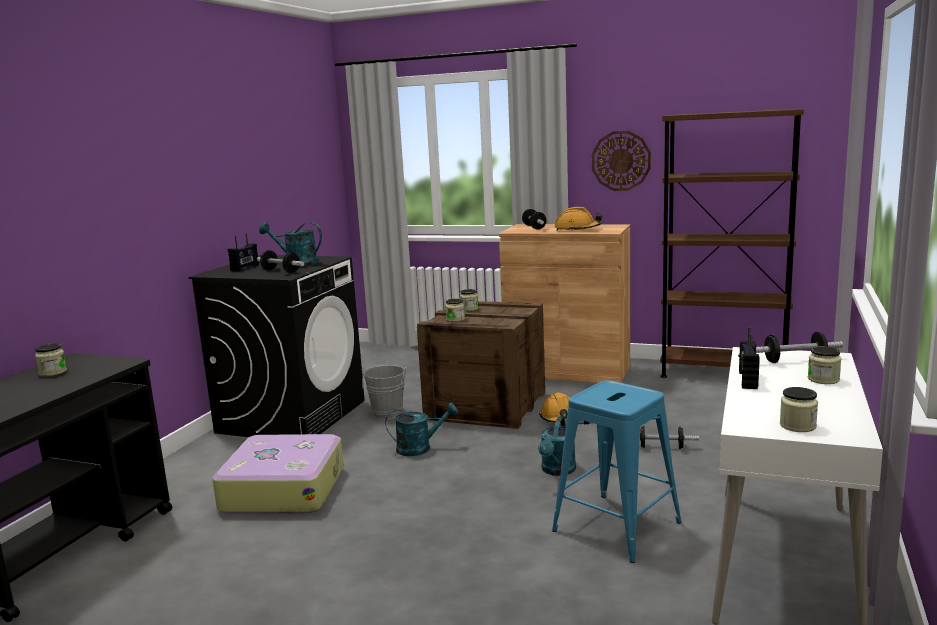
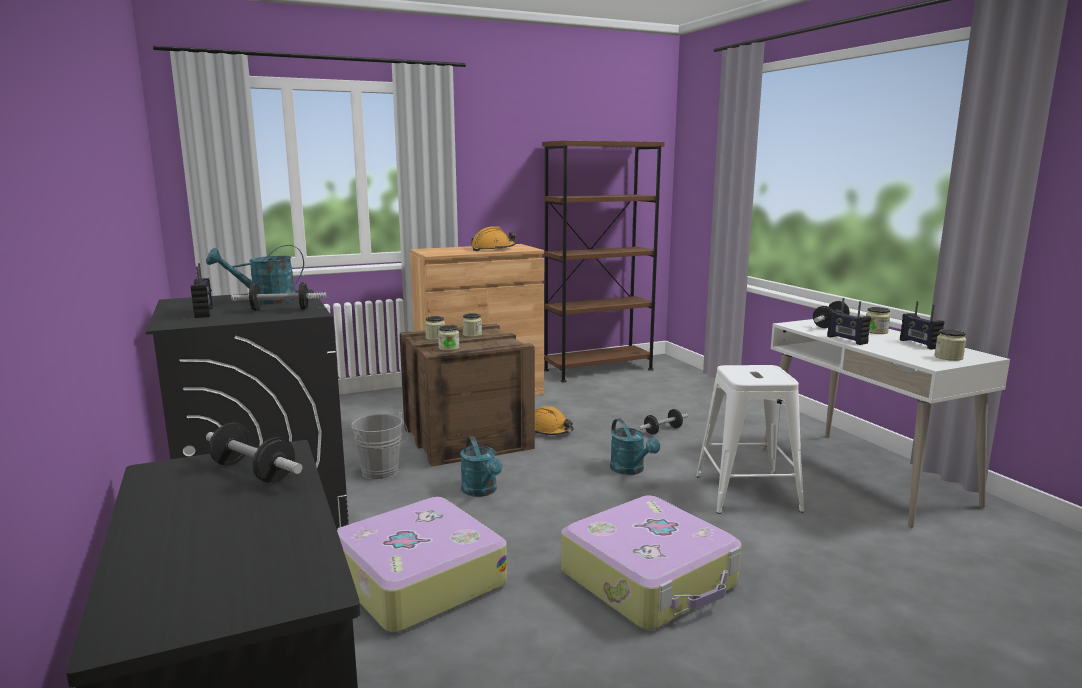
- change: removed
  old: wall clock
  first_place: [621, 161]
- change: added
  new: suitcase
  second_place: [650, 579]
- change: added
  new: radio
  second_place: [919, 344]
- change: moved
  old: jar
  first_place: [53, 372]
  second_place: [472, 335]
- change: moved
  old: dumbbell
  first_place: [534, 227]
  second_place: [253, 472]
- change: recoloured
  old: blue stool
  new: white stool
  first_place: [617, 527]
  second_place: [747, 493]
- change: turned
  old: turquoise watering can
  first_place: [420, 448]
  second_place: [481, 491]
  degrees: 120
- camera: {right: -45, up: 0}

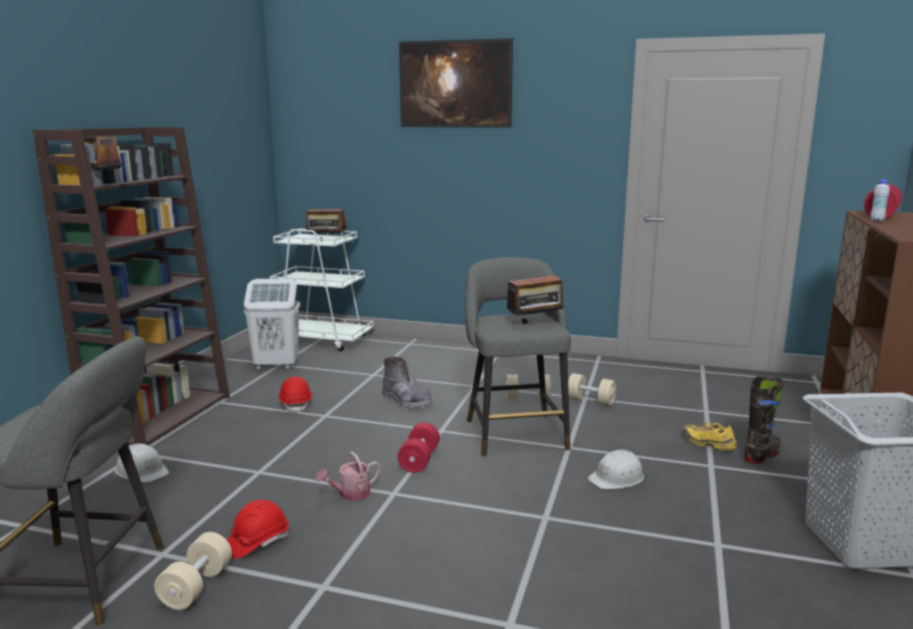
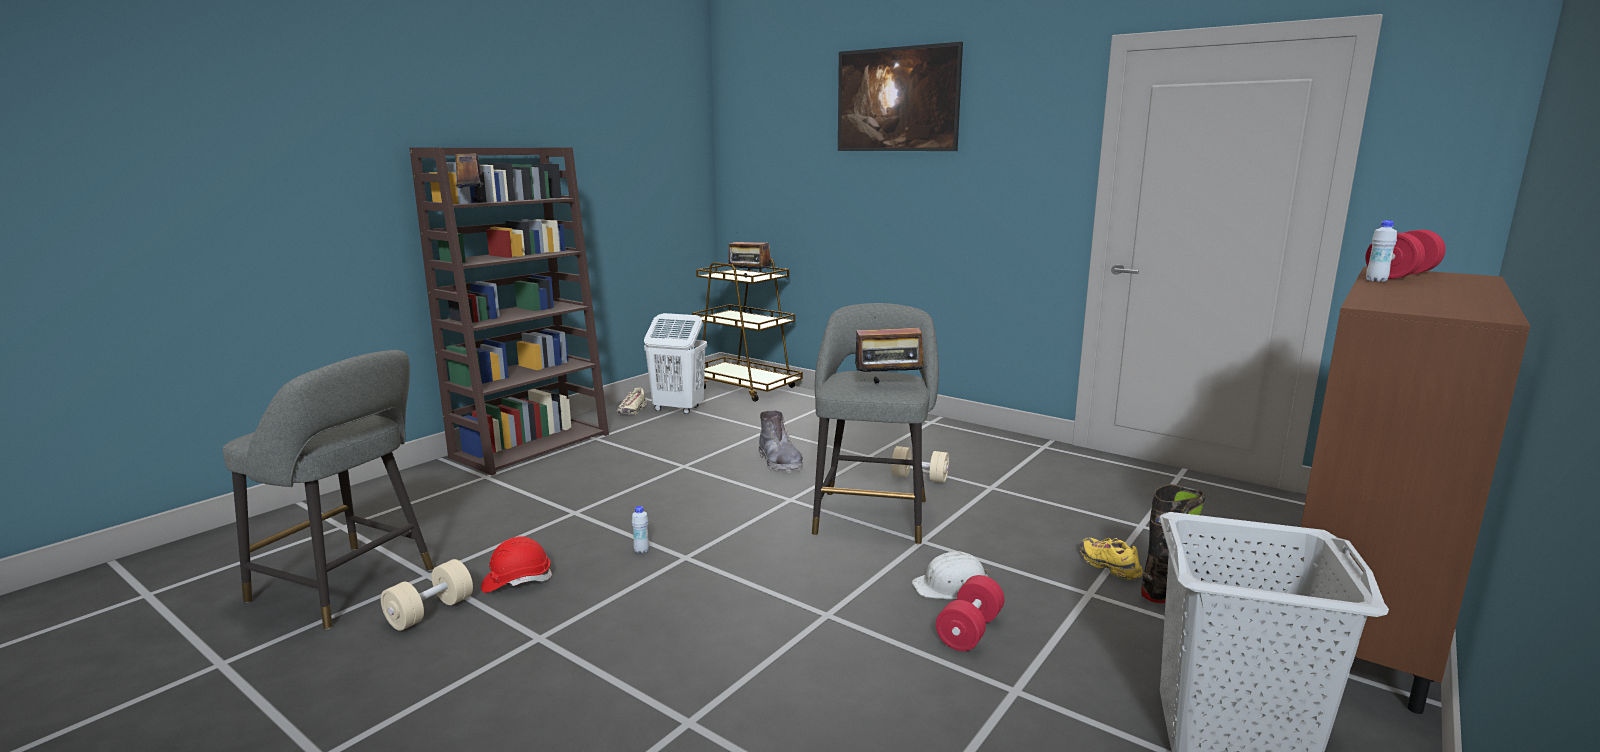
- change: removed
  old: white hard hat
  first_place: [142, 471]
- change: removed
  old: red hard hat
  first_place: [296, 404]
- change: removed
  old: beige dumbbell
  first_place: [591, 400]
- change: added
  new: beige shoe
  second_place: [632, 411]
- change: moved
  old: red dumbbell
  first_place: [419, 460]
  second_place: [969, 631]
- change: replaced
  old: watering can
  new: white bottle
  first_place: [350, 494]
  second_place: [641, 551]
- change: recoloured
  old: white cart
  new: brown cart
  first_place: [322, 340]
  second_place: [745, 387]
- camera: {right: 20, up: 0}

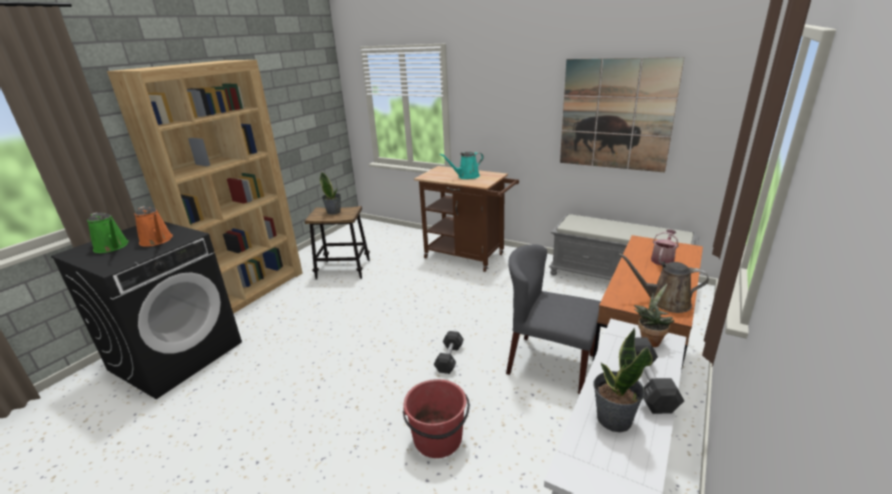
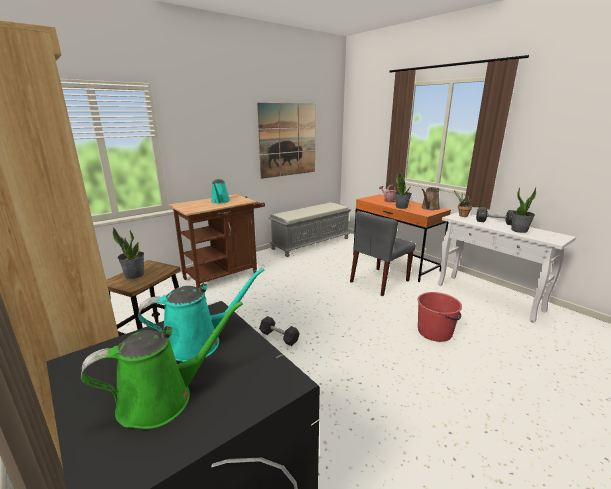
- change: added
  new: potted plant
  second_place: [401, 207]
- change: moved
  old: black dumbbell
  first_place: [449, 358]
  second_place: [279, 337]
- change: recoloured
  old: orange watering can
  new: turquoise watering can
  first_place: [157, 241]
  second_place: [198, 343]
- camera: {right: -70, up: -5}

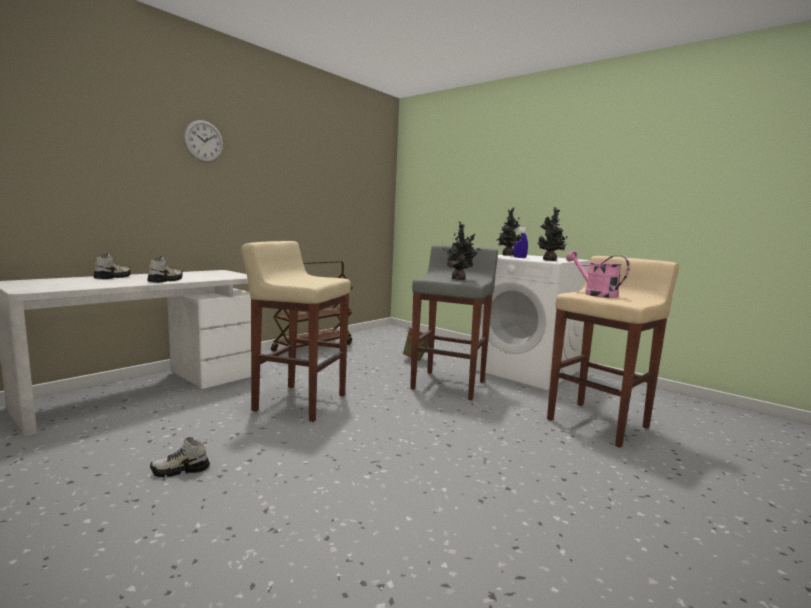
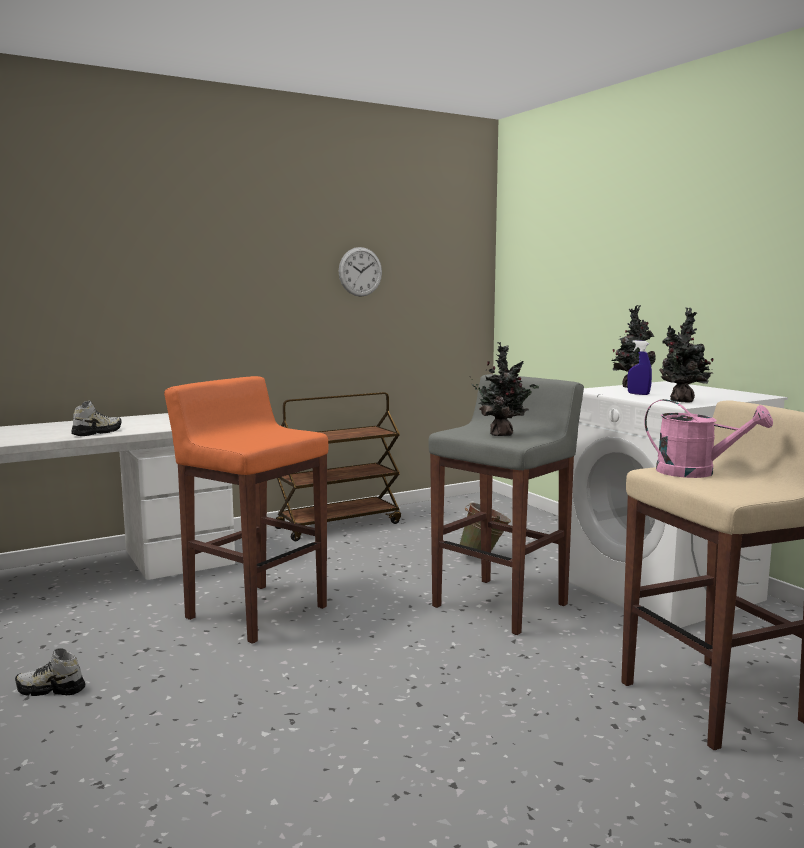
- change: removed
  old: shoe
  first_place: [113, 277]
- change: moved
  old: wall clock
  first_place: [204, 141]
  second_place: [360, 271]
- change: recoloured
  old: beige stool
  new: orange stool
  first_place: [299, 402]
  second_place: [255, 612]
- change: turned
  old: pink watering can
  first_place: [595, 294]
  second_place: [696, 473]
  degrees: 135
- camera: {right: 20, up: 0}

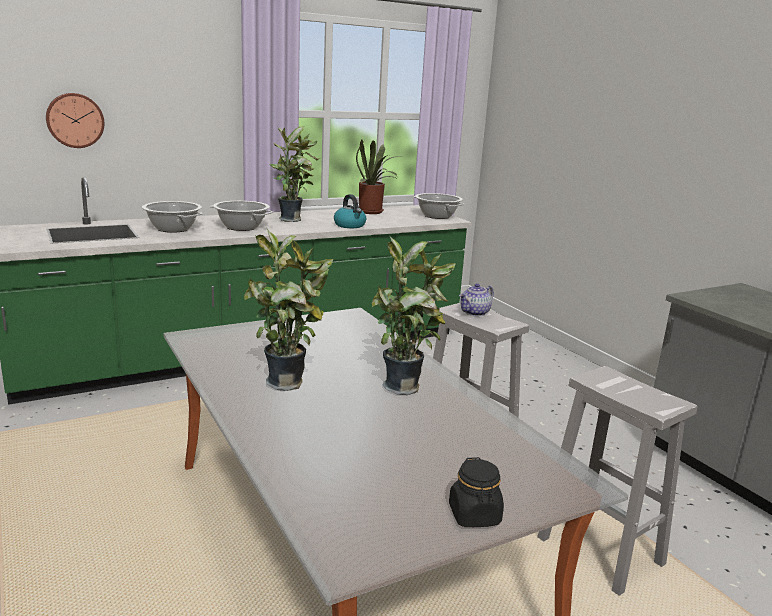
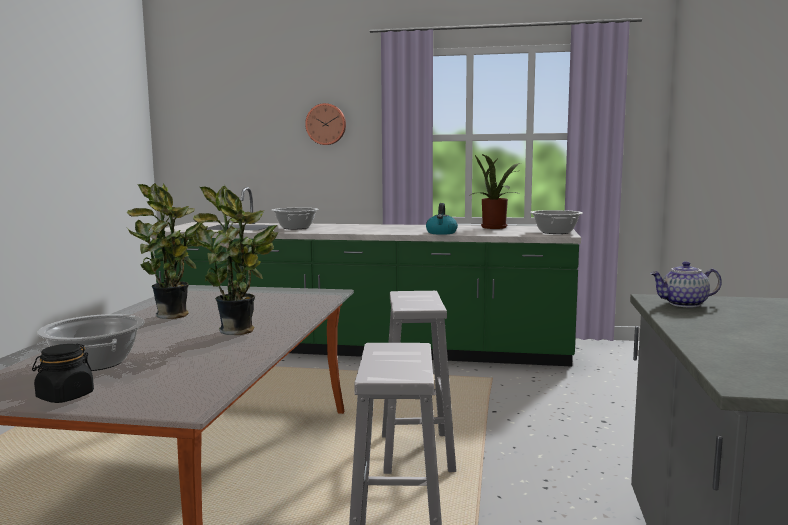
- change: removed
  old: potted plant
  first_place: [292, 219]
- change: moved
  old: wall clock
  first_place: [75, 120]
  second_place: [326, 124]
- change: moved
  old: cooking pot
  first_place: [241, 227]
  second_place: [95, 363]
- change: moved
  old: teapot
  first_place: [475, 313]
  second_place: [684, 304]
- camera: {right: 40, up: -10}

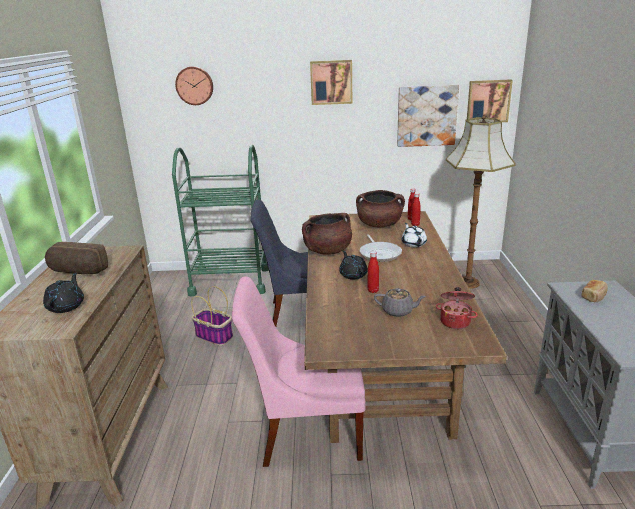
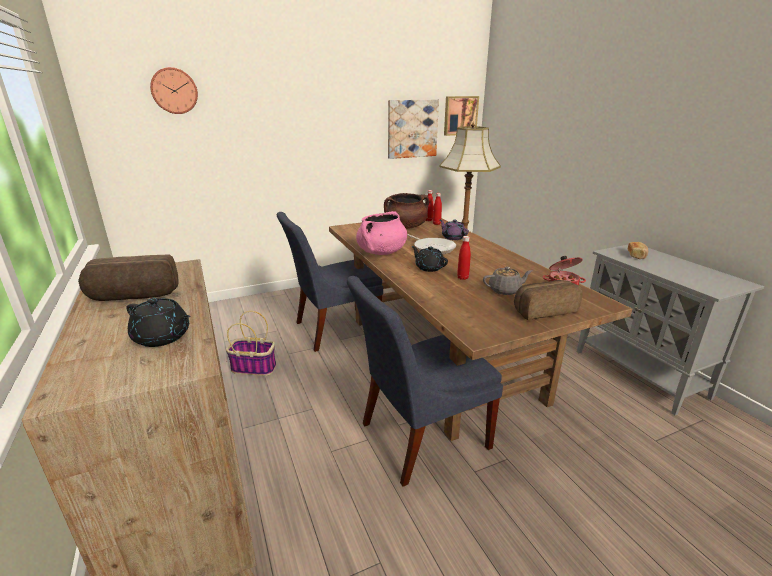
- change: removed
  old: green cart
  first_place: [230, 281]
- change: removed
  old: picture
  first_place: [331, 82]
- change: added
  new: bread
  second_place: [543, 310]
- change: recoloured
  old: pink chair
  new: blue chair
  first_place: [305, 431]
  second_place: [419, 437]
- change: recoloured
  old: brown cooking pot
  new: pink cooking pot
  first_place: [327, 251]
  second_place: [381, 252]
- change: recoloured
  old: white teapot
  new: purple teapot
  first_place: [413, 244]
  second_place: [453, 237]
- change: turned
  old: black teapot
  first_place: [66, 306]
  second_place: [162, 337]
  degrees: 135
- camera: {right: -25, up: 0}

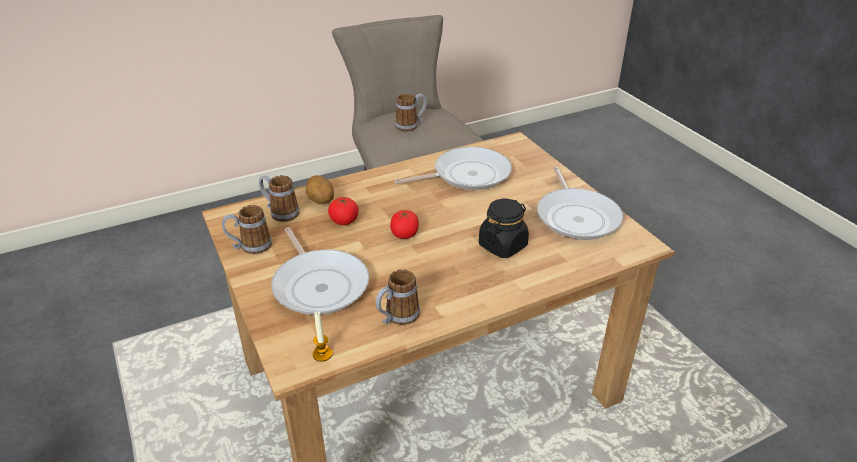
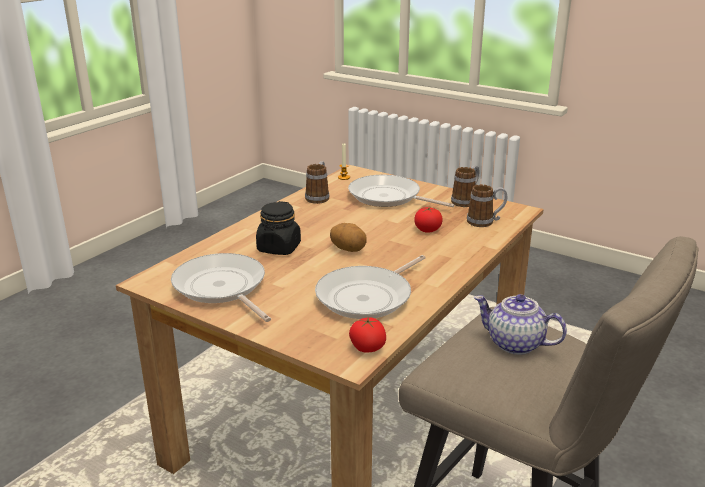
- change: moved
  old: potato
  first_place: [320, 201]
  second_place: [348, 249]
- change: moved
  old: tomato
  first_place: [404, 234]
  second_place: [367, 348]
- change: replaced
  old: mug
  new: teapot
  first_place: [411, 125]
  second_place: [514, 344]
- camera: {right: 150, up: -10}

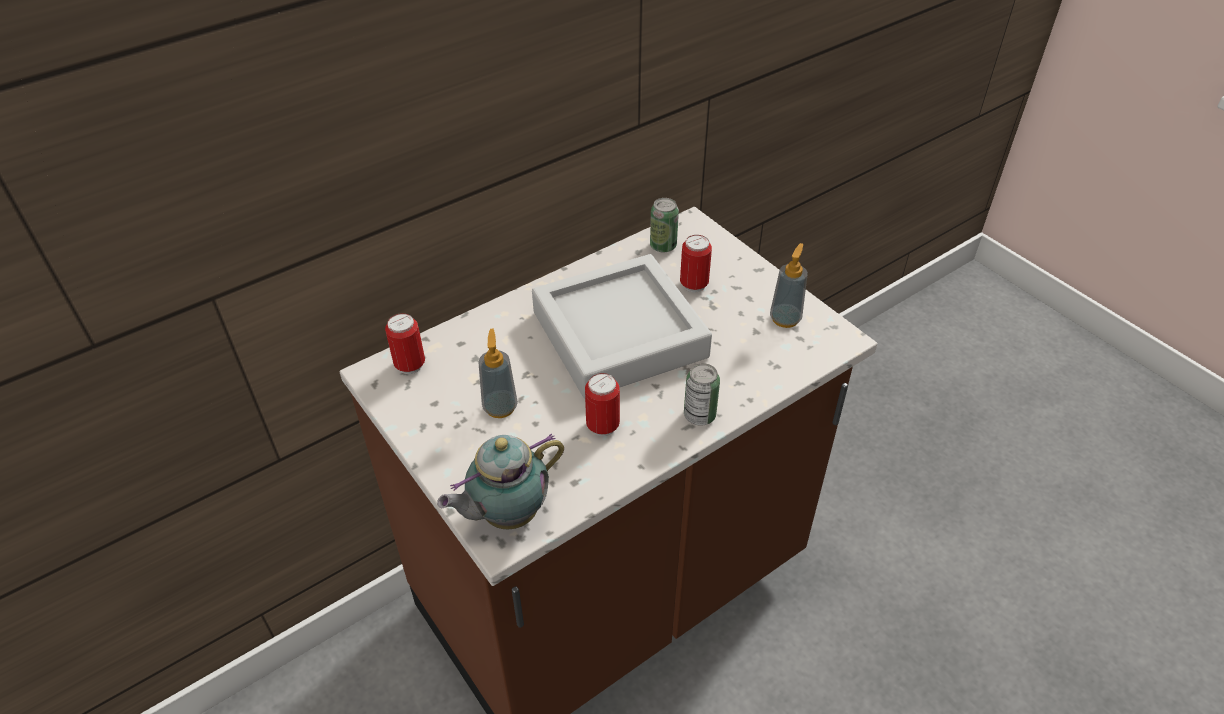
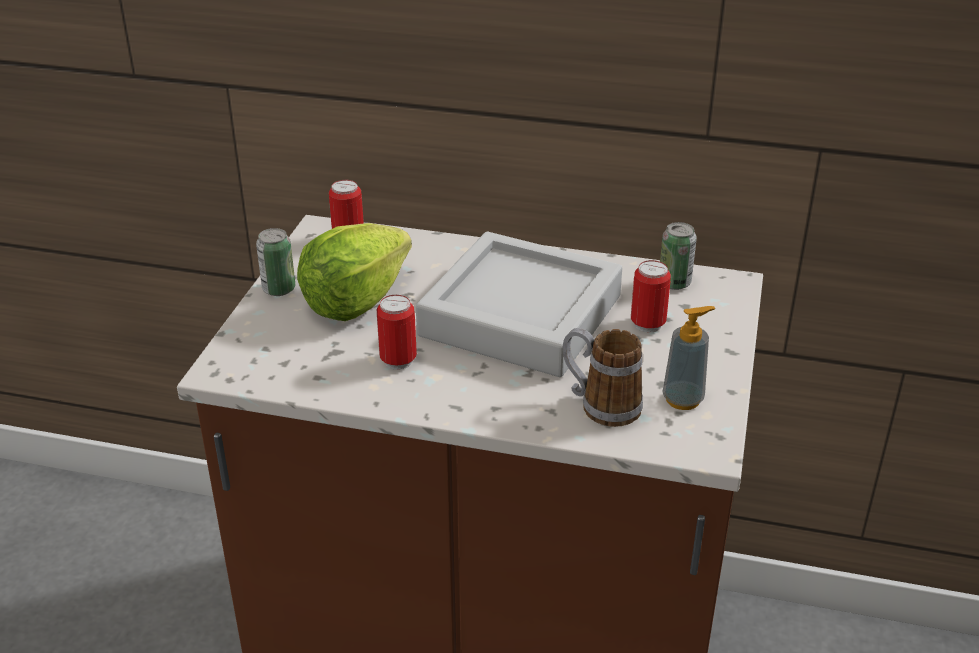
- change: removed
  old: teapot
  first_place: [506, 515]
- change: added
  new: mug
  second_place: [600, 405]
- change: moved
  old: can
  first_place: [699, 415]
  second_place: [279, 289]
- change: replaced
  old: soap dispenser
  new: lettuce
  first_place: [500, 407]
  second_place: [355, 300]
- camera: {right: 50, up: -10}

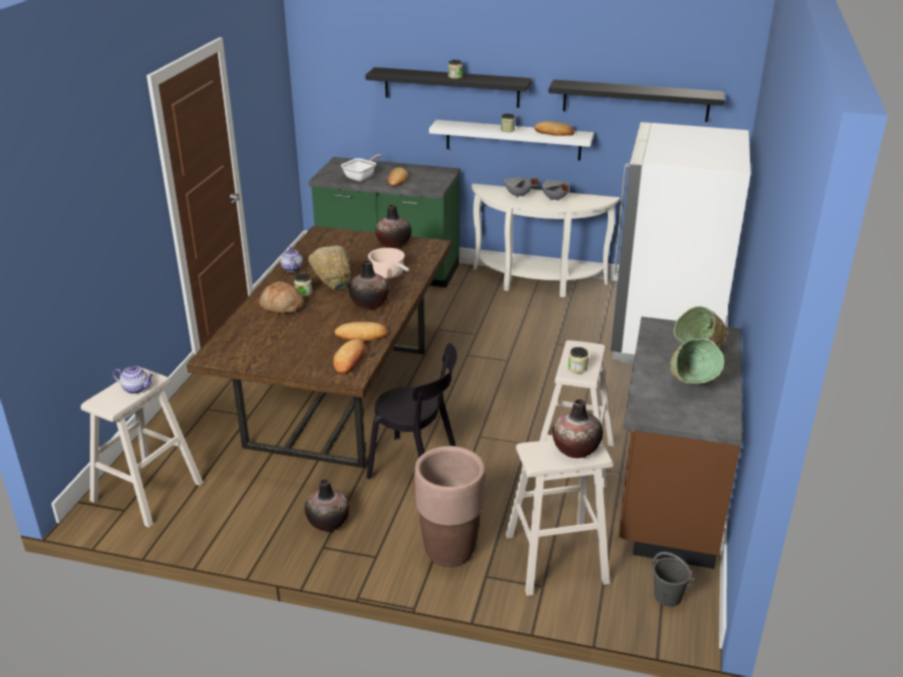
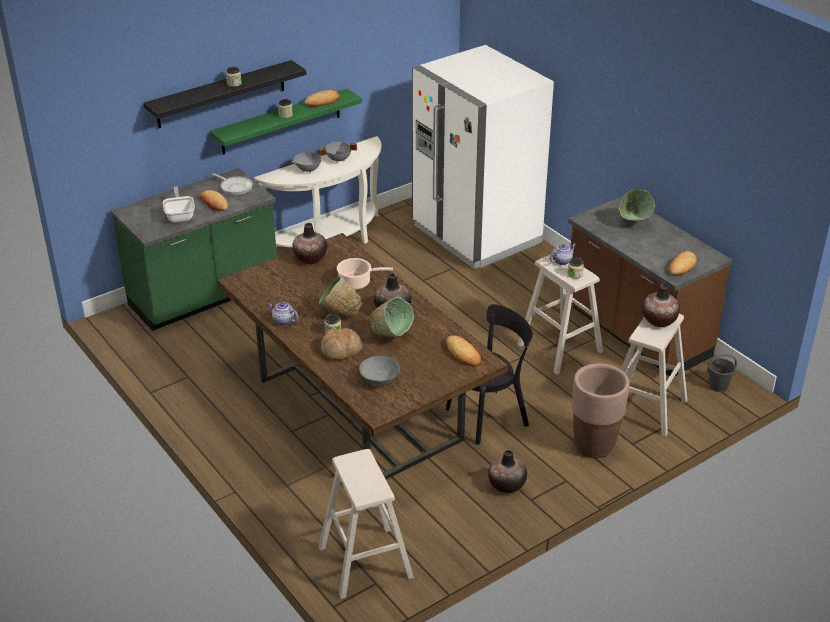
- change: removed
  old: black shelf
  first_place: [635, 100]
- change: added
  new: frying pan
  second_place: [235, 187]
- change: added
  new: grey bowl
  second_place: [380, 379]
- change: moved
  old: teapot
  first_place: [136, 388]
  second_place: [562, 261]
- change: moved
  old: bread
  first_place: [362, 335]
  second_place: [681, 266]
- change: moved
  old: green bowl
  first_place: [690, 385]
  second_place: [391, 336]
- change: recoloured
  old: white shelf
  new: green shelf
  first_place: [513, 140]
  second_place: [281, 122]
- camera: {right: -50, up: 5}

